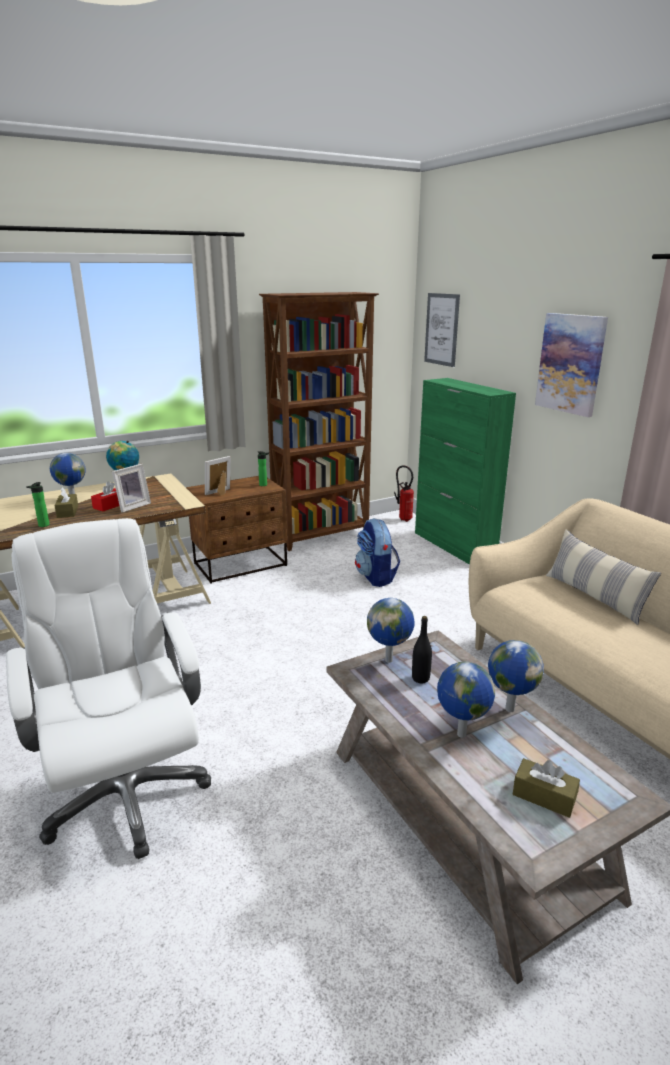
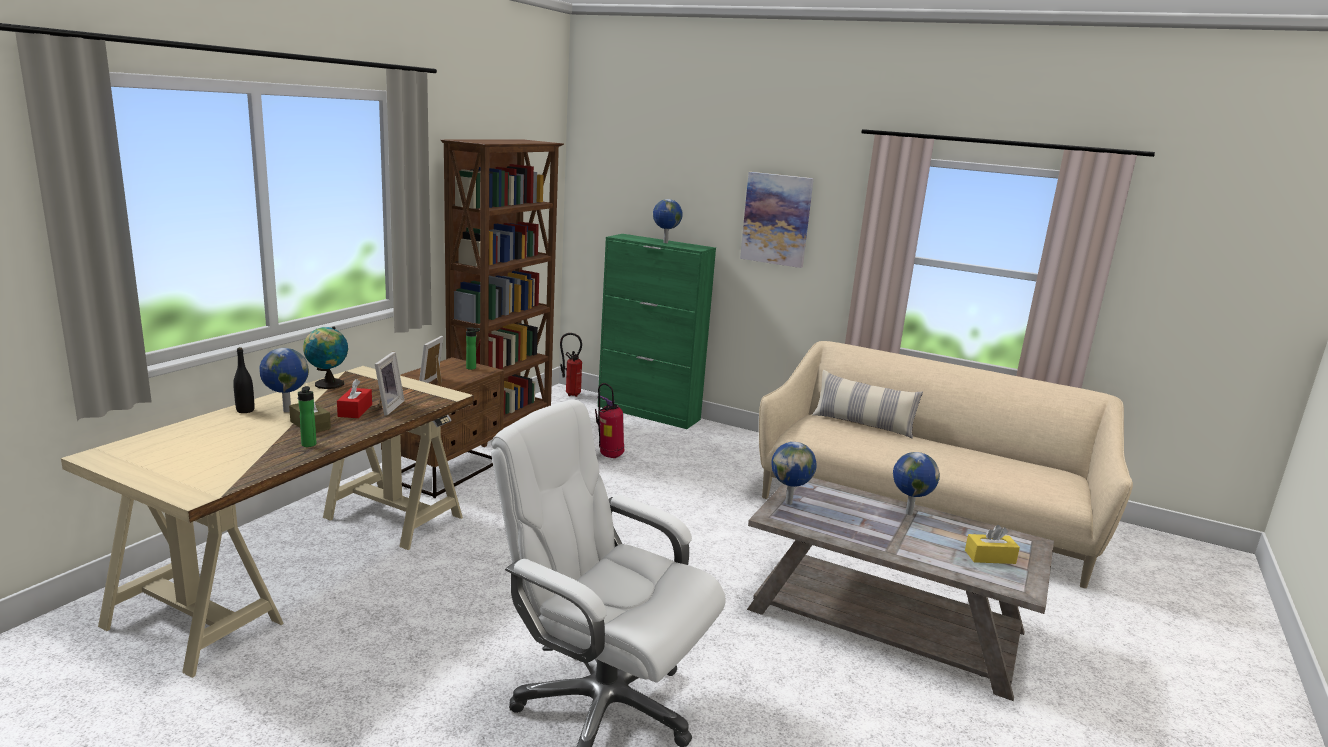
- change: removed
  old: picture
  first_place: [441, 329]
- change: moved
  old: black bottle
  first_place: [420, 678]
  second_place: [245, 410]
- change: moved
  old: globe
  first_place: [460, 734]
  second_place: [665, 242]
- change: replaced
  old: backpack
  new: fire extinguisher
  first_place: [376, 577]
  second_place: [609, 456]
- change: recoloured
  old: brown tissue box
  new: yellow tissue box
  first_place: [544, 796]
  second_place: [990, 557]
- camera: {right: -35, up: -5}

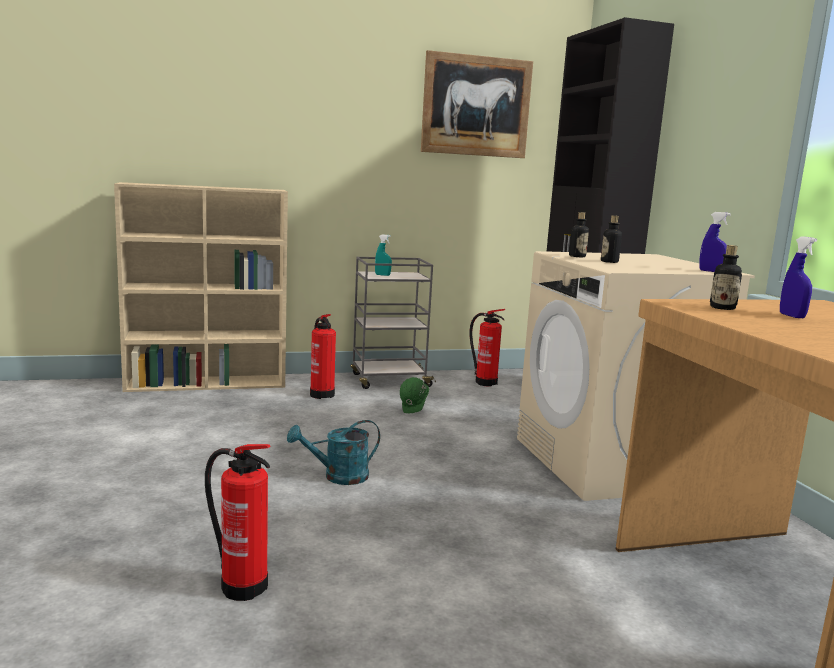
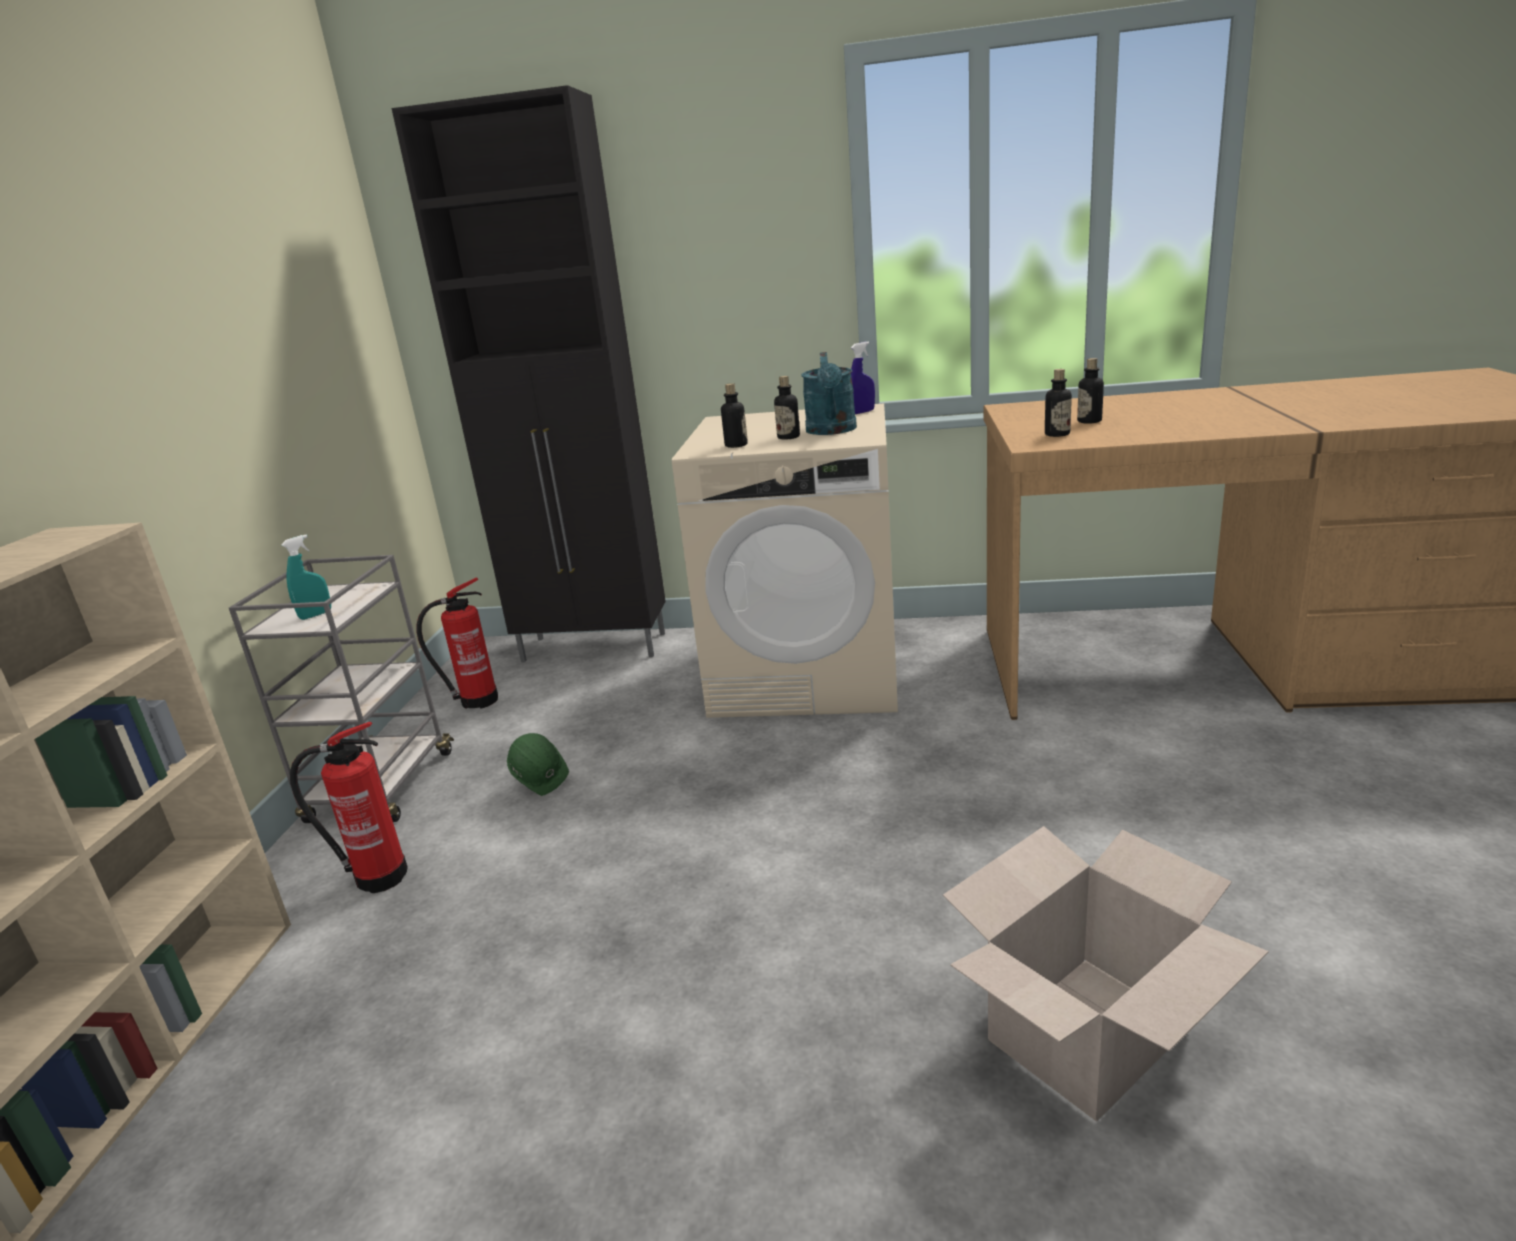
- change: removed
  old: picture
  first_place: [476, 106]
- change: moved
  old: turquoise watering can
  first_place: [338, 477]
  second_place: [832, 431]
- change: replaced
  old: fire extinguisher
  new: cardboard box
  first_place: [241, 585]
  second_place: [1088, 1032]
- change: replaced
  old: blue spray bottle
  new: bottle
  first_place: [792, 316]
  second_place: [1089, 421]
- camera: {right: -65, up: 10}

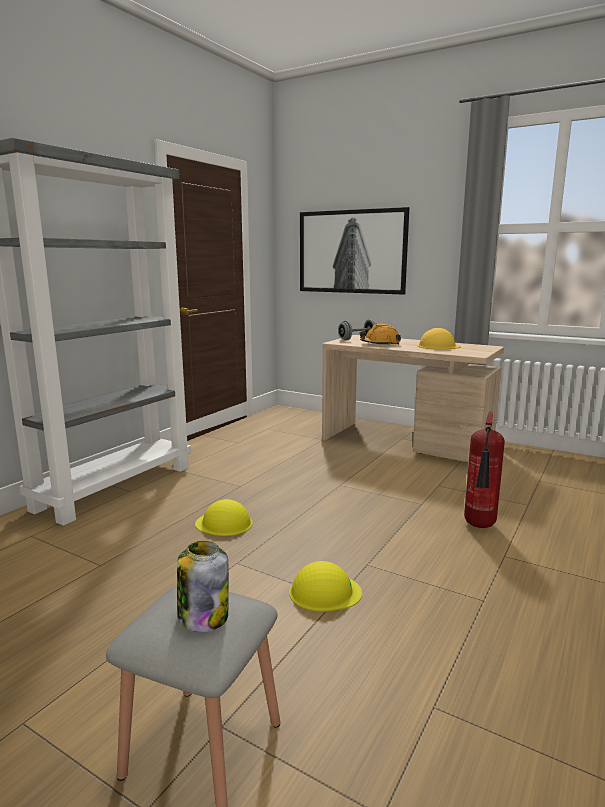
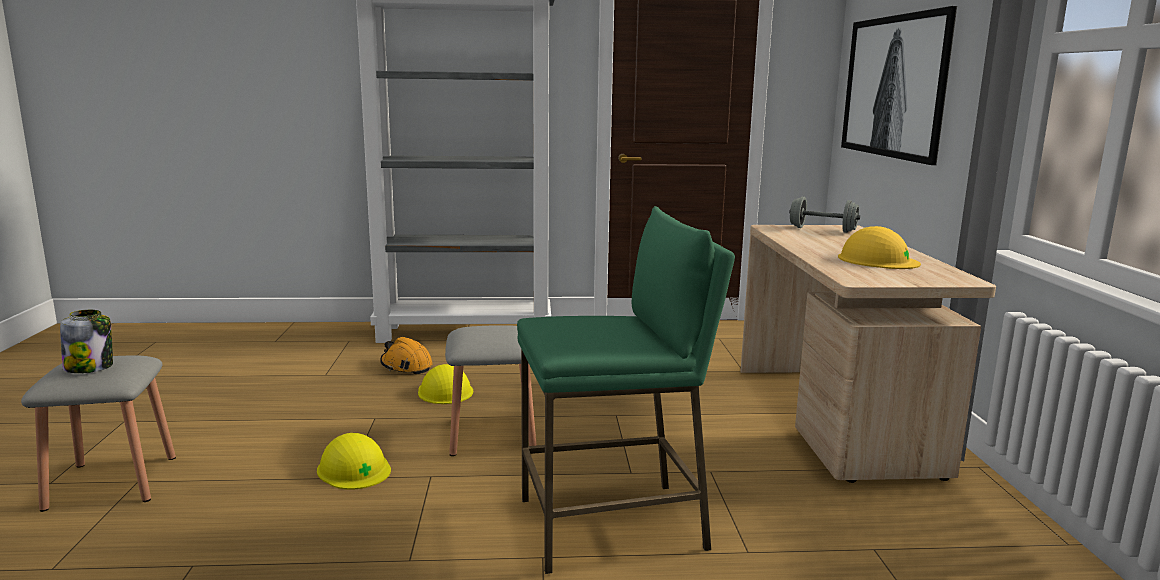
- change: added
  new: grey stool
  second_place: [492, 435]
- change: moved
  old: orange hard hat
  first_place: [380, 344]
  second_place: [406, 366]
- change: replaced
  old: fire extinguisher
  new: green stool
  first_place: [480, 526]
  second_place: [613, 524]
- camera: {right: 55, up: 0}

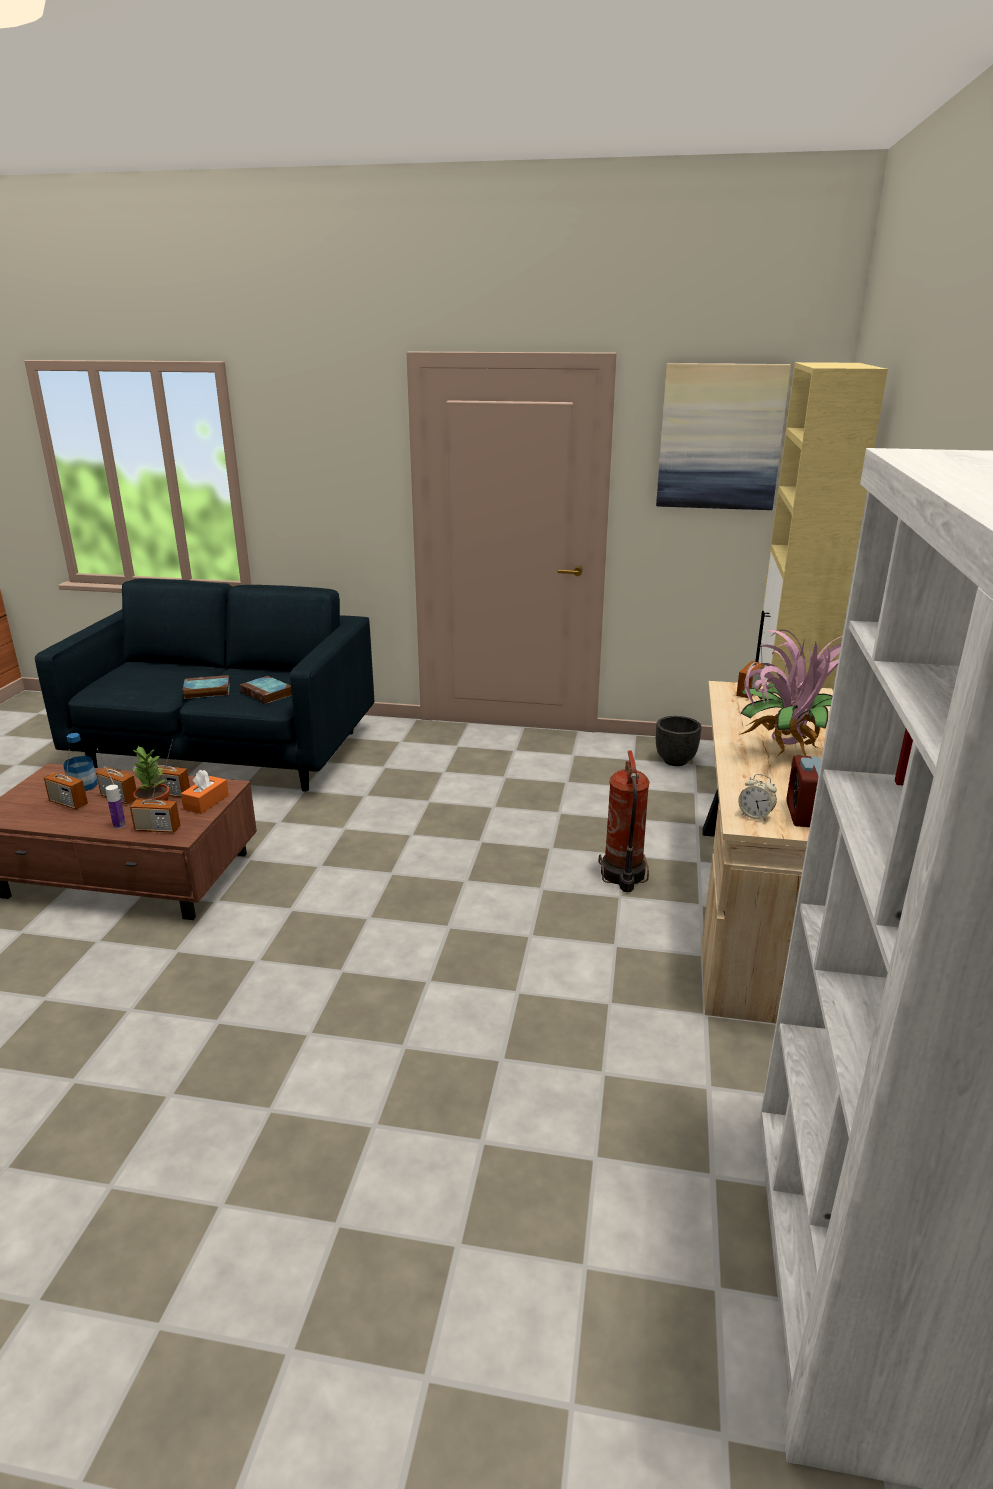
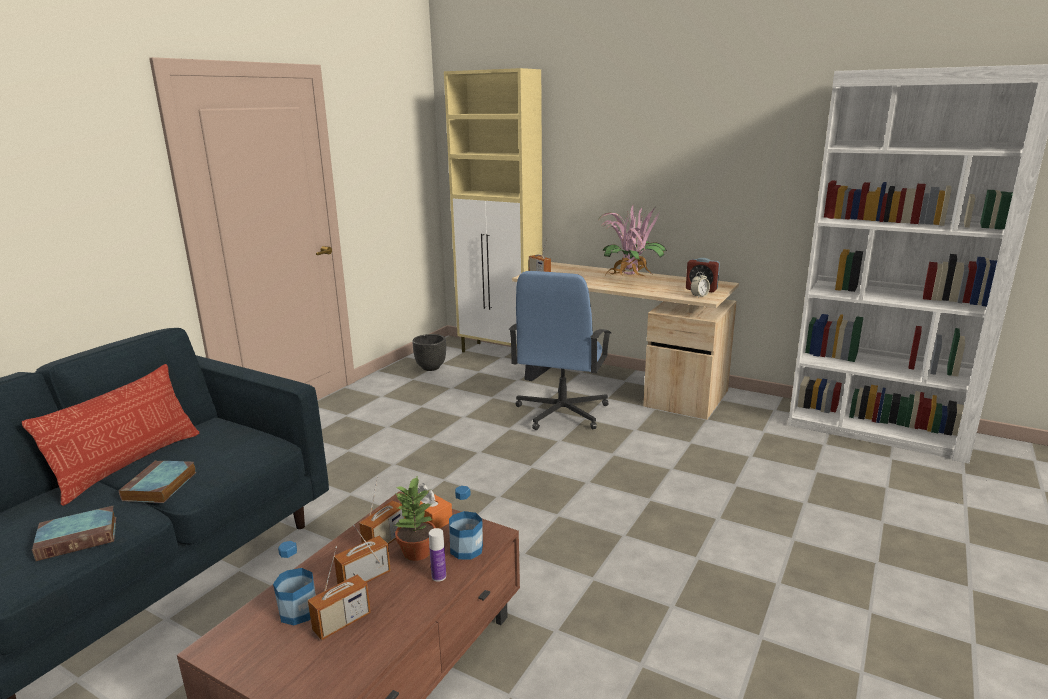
- change: removed
  old: picture
  first_place: [720, 437]
- change: added
  new: pillow
  second_place: [129, 464]
- change: moved
  old: book
  first_place: [268, 694]
  second_place: [80, 537]
- change: replaced
  old: radio
  new: bottle
  first_place: [157, 829]
  second_place: [466, 549]
- change: replaced
  old: fire extinguisher
  new: blue office chair
  first_place: [622, 876]
  second_place: [561, 412]
- camera: {right: -70, up: -5}

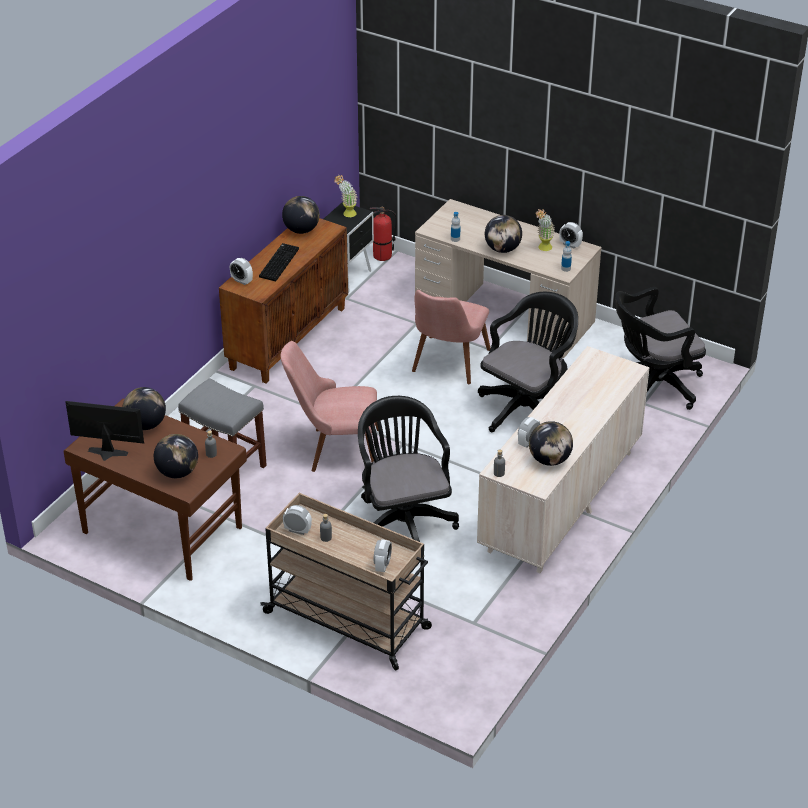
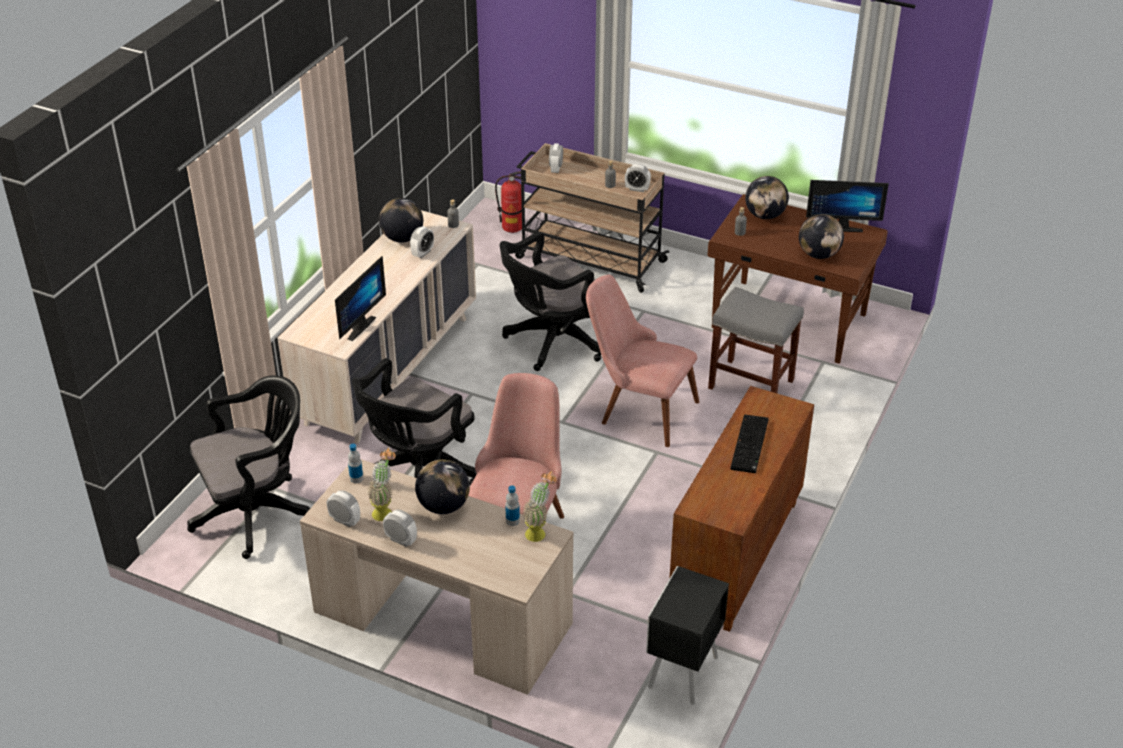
- change: removed
  old: globe
  first_place: [301, 230]
- change: added
  new: monitor
  second_place: [357, 326]
- change: moved
  old: alarm clock
  first_place: [241, 281]
  second_place: [401, 540]
- change: moved
  old: potted plant
  first_place: [346, 215]
  second_place: [539, 532]
- change: moved
  old: fire extinguisher
  first_place: [382, 256]
  second_place: [512, 227]
- change: turned
  old: pink chair
  first_place: [334, 450]
  second_place: [638, 409]
  degrees: -150
- change: turned
  old: black office chair
  first_place: [403, 521]
  second_place: [552, 342]
  degrees: 75
- camera: {right: 175, up: 0}

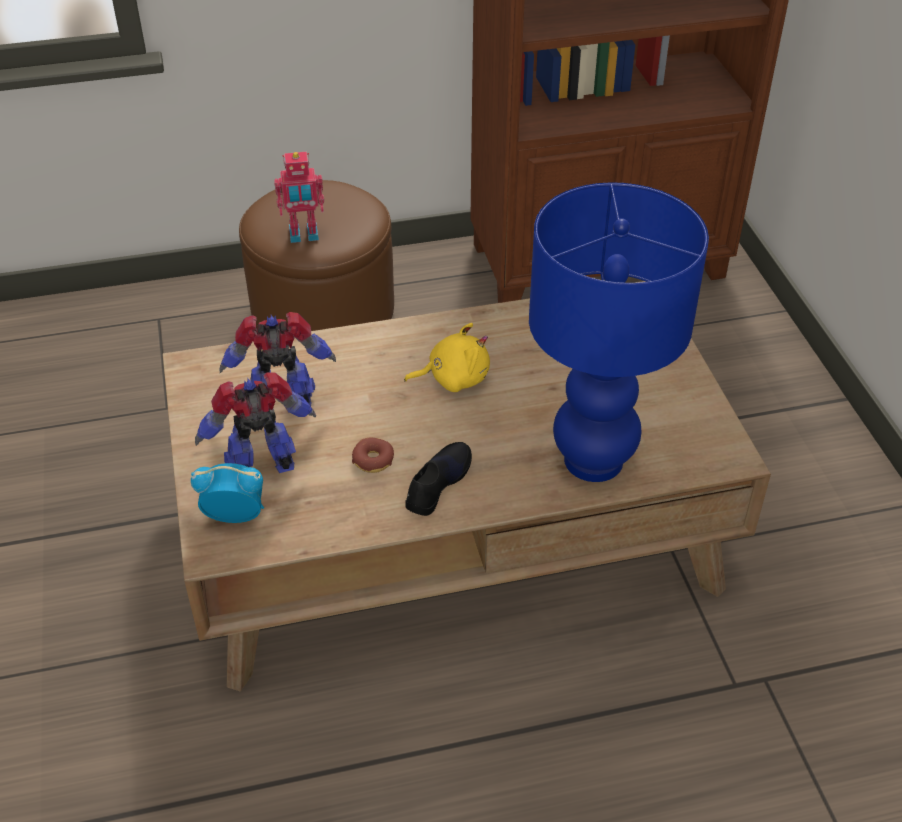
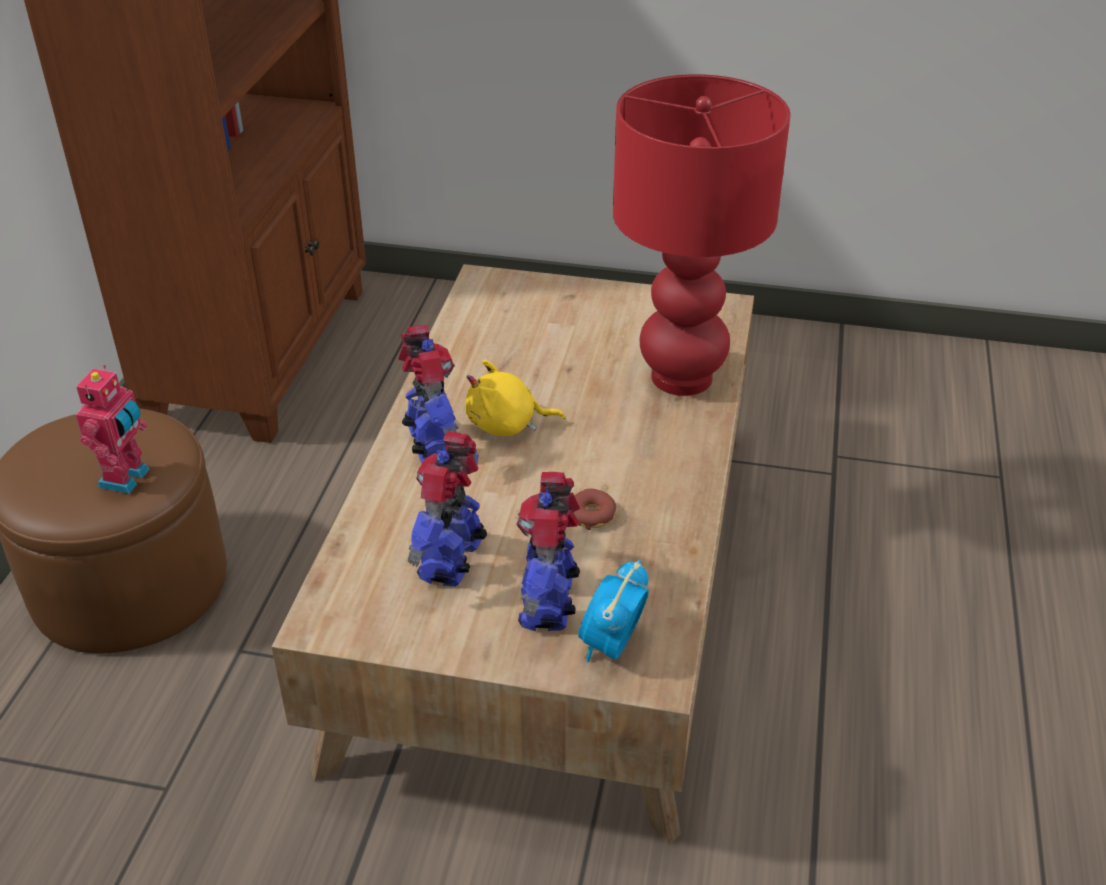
- change: removed
  old: black shoe
  first_place: [438, 483]
- change: added
  new: toy robot
  second_place: [432, 446]
- change: recoloured
  old: blue table lamp
  new: red table lamp
  first_place: [592, 460]
  second_place: [681, 378]
- change: turned
  old: yellow plush toy
  first_place: [454, 378]
  second_place: [507, 425]
  degrees: -105
- camera: {right: -65, up: -5}

